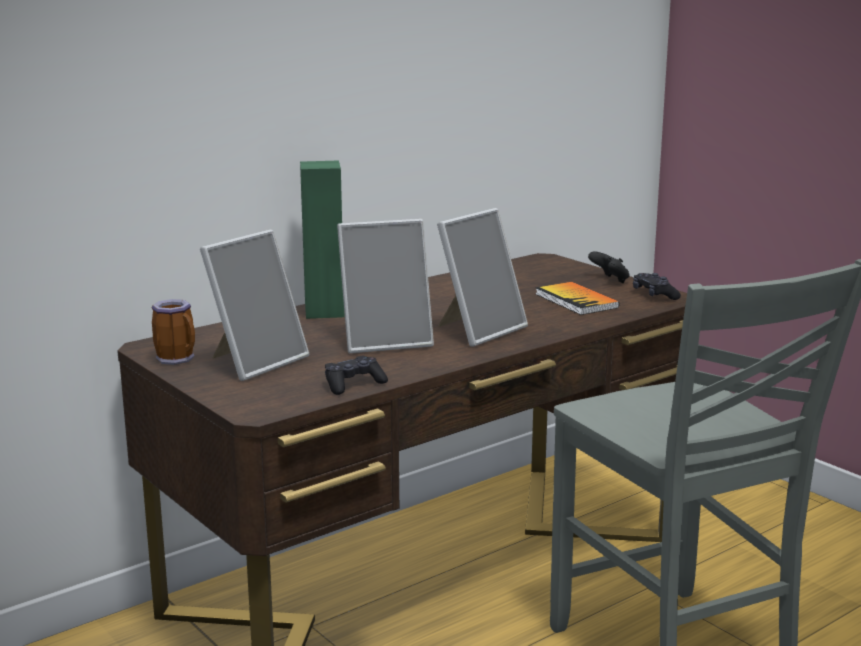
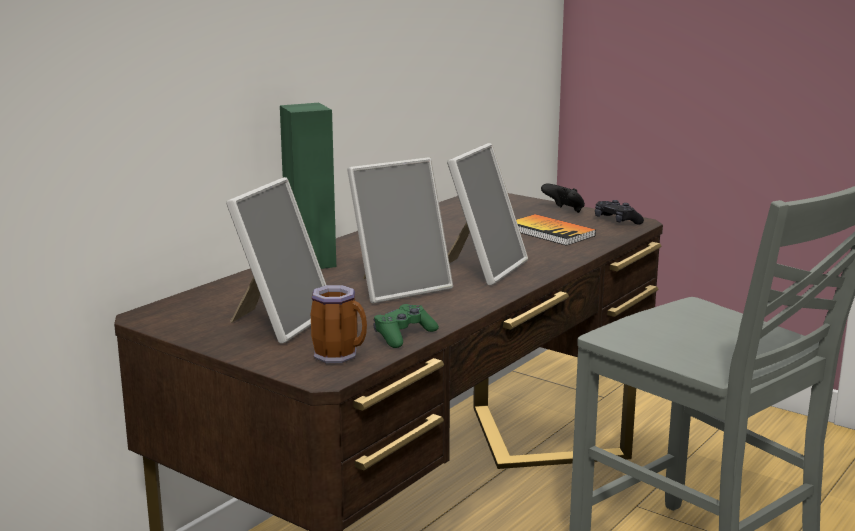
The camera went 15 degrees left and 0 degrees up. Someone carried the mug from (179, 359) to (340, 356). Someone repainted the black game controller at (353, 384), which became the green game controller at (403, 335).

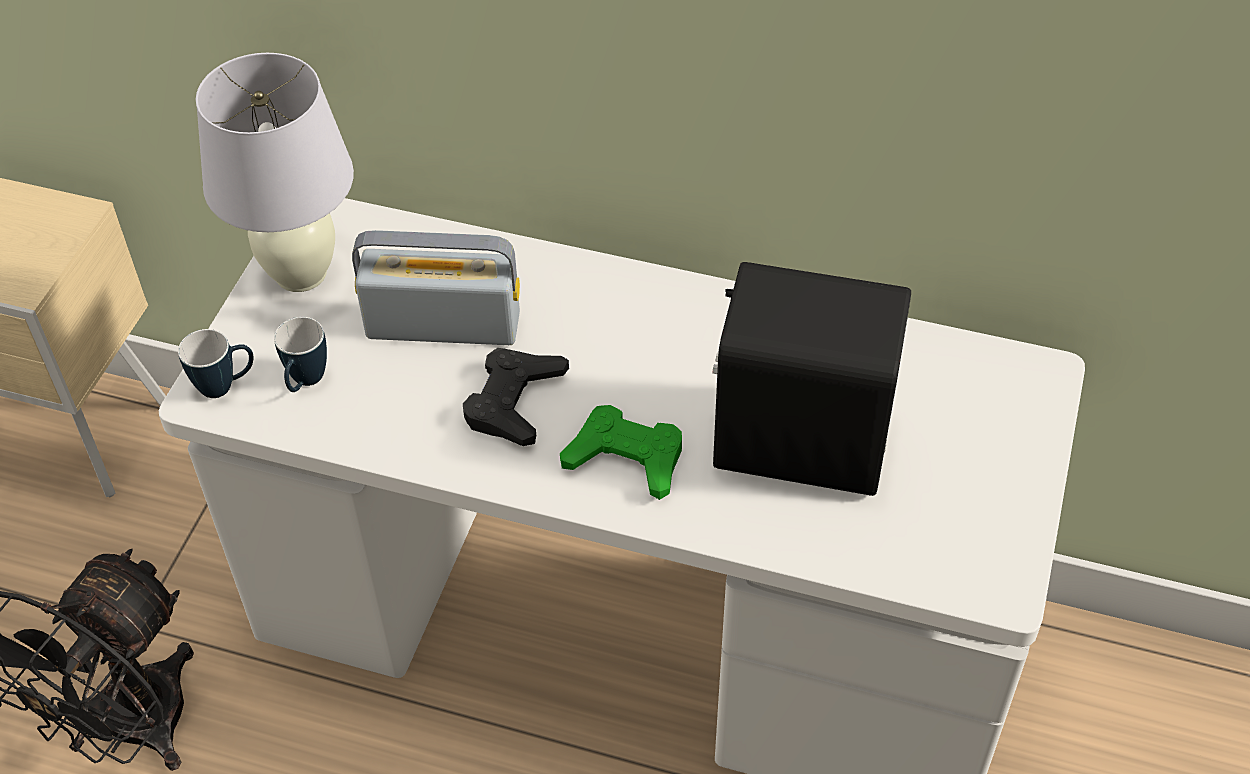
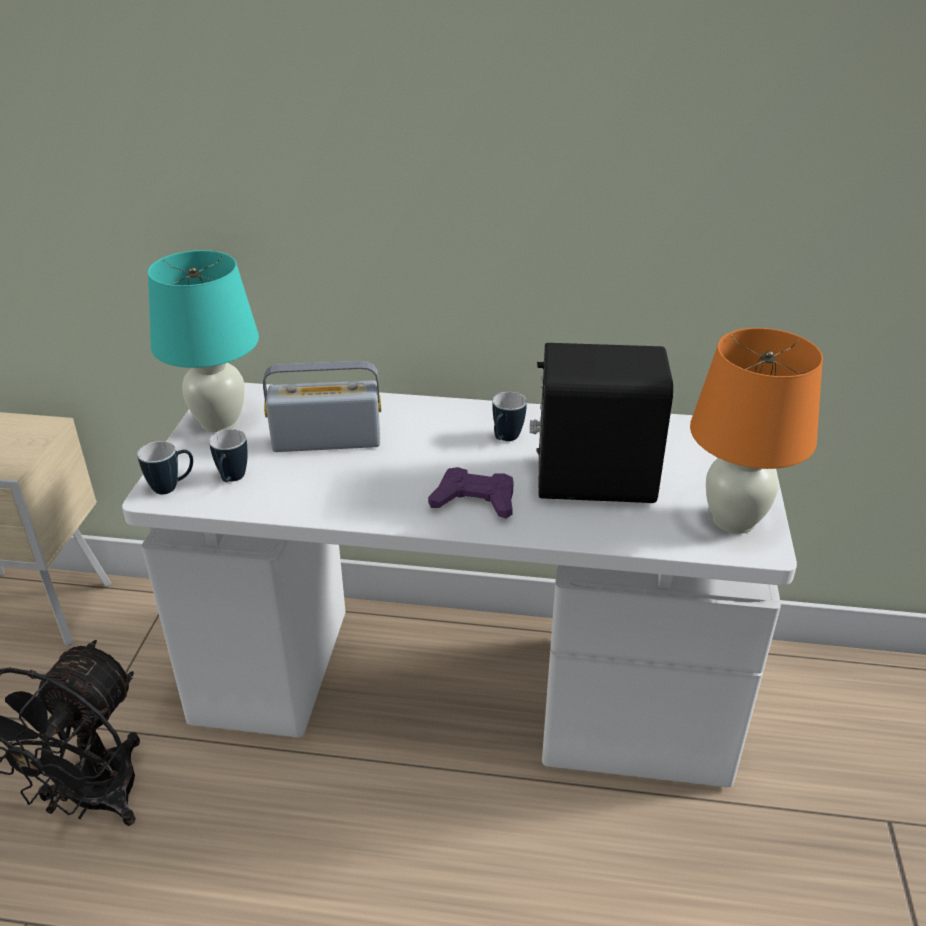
The camera went 10 degrees left and 15 degrees down. Someone repainted the white table lamp at (301, 274), which became the turquoise table lamp at (219, 423). Someone took away the black game controller at (514, 402). Someone repainted the green game controller at (626, 458), which became the purple game controller at (474, 500). Someone put down the orange table lamp at (734, 521). Someone put down the mug at (505, 439).

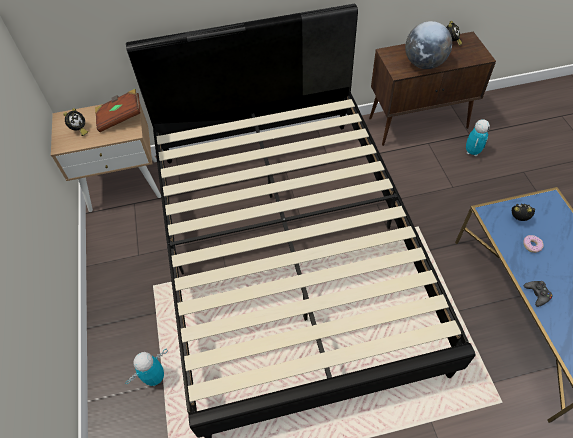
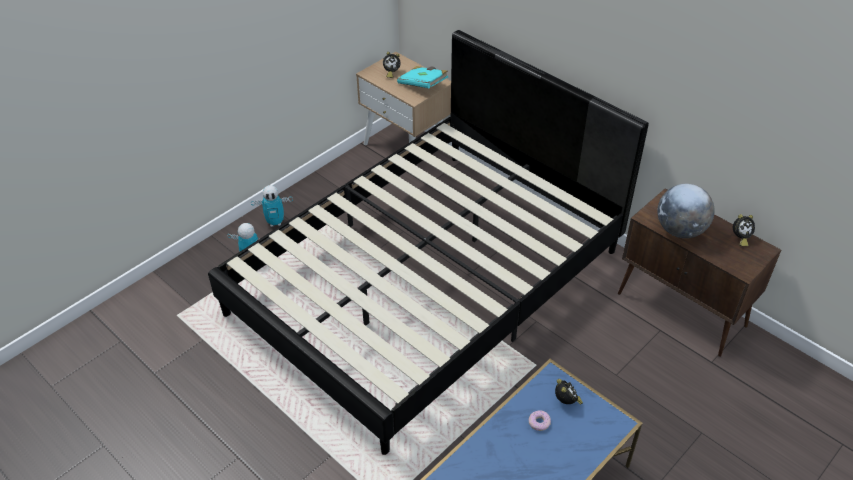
The camera went 55 degrees right and 10 degrees down. Someone repainted the brown book at (120, 117), which became the turquoise book at (423, 85). Someone carried the toy robot from (472, 152) to (275, 222). Someone took away the black game controller at (537, 294).

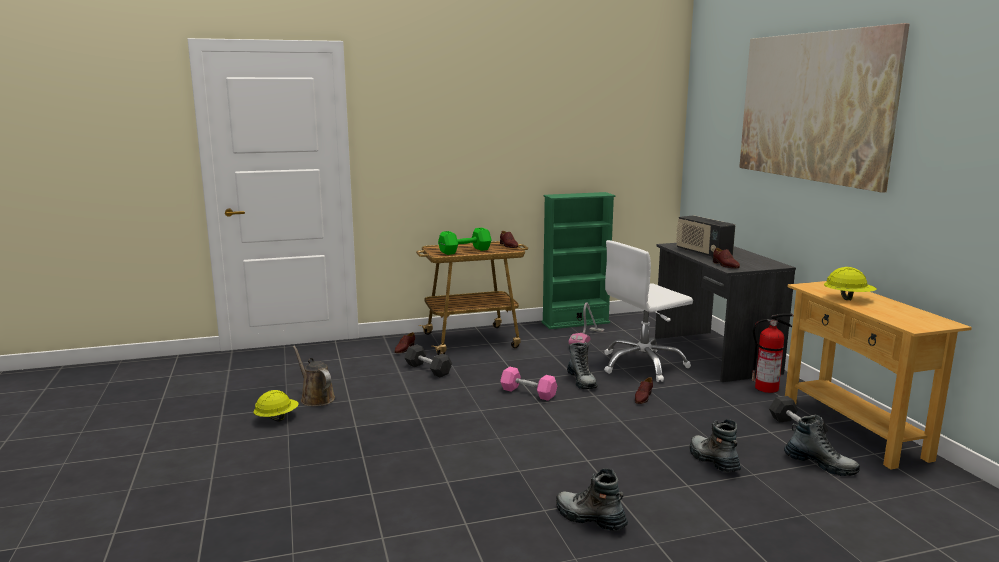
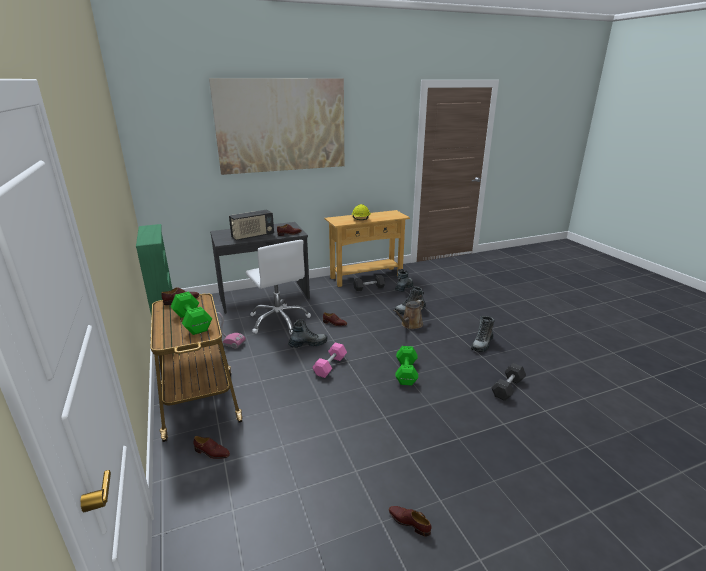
The camera went 95 degrees left and 10 degrees up. Someone took away the fire extinguisher at (767, 388). Someone carried the grey dumbbell from (428, 369) to (507, 388). Someone carried the brown watering can from (316, 398) to (410, 325). Someone swapped the yellow hard hat at (277, 418) for the brown shoe at (409, 522). Someone put down the green dumbbell at (405, 373).

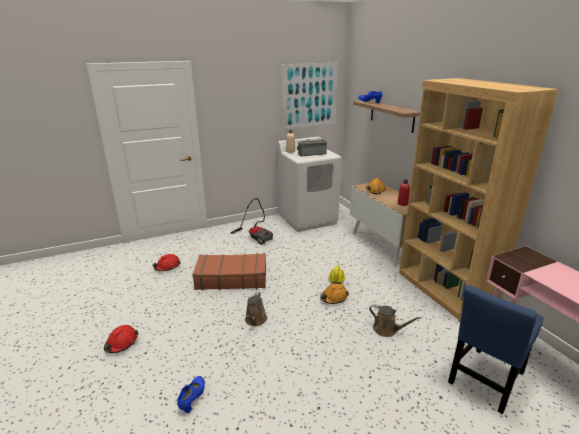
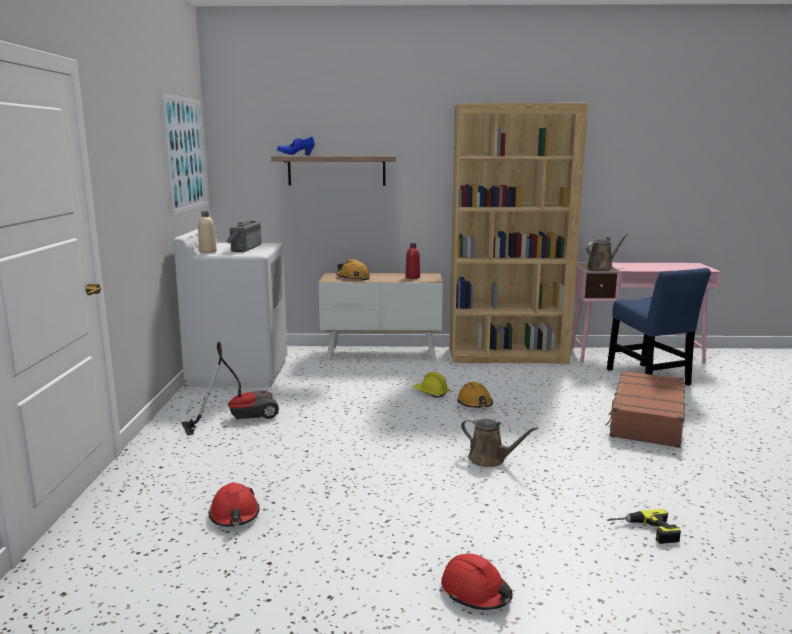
The camera went 65 degrees left and 10 degrees down. Someone carried the brown suitcase from (231, 278) to (646, 420). Someone carried the brown watering can from (387, 330) to (601, 268). Someone swapped the blue shoe at (192, 399) for the power drill at (644, 531).

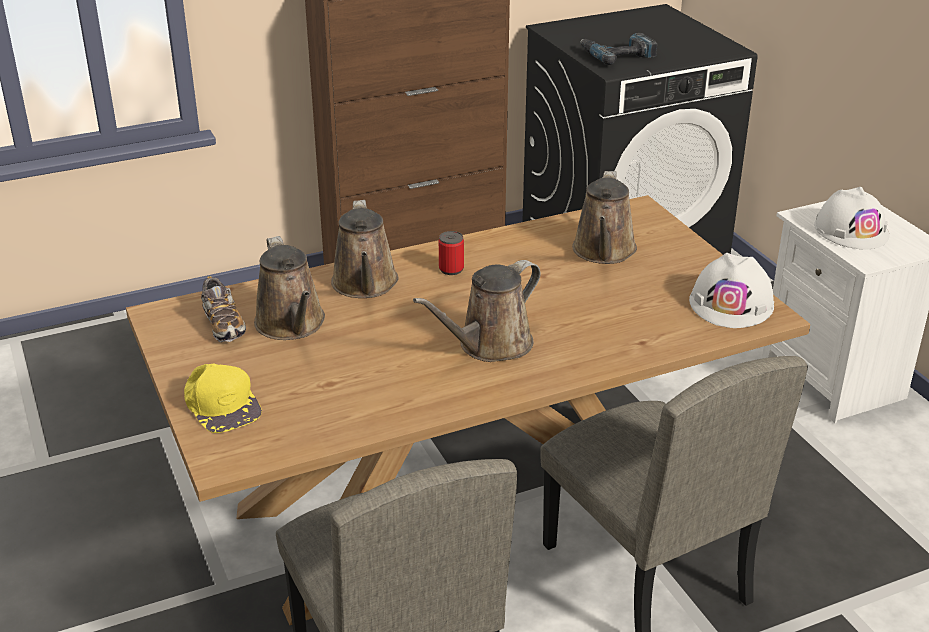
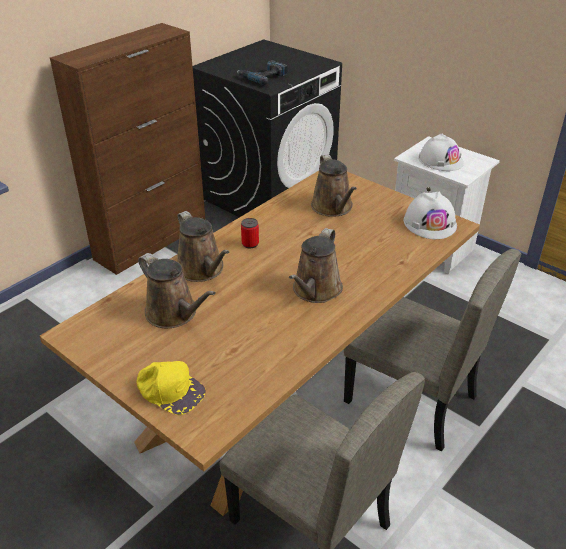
The camera went 25 degrees left and 5 degrees up. Someone took away the shoe at (223, 324).

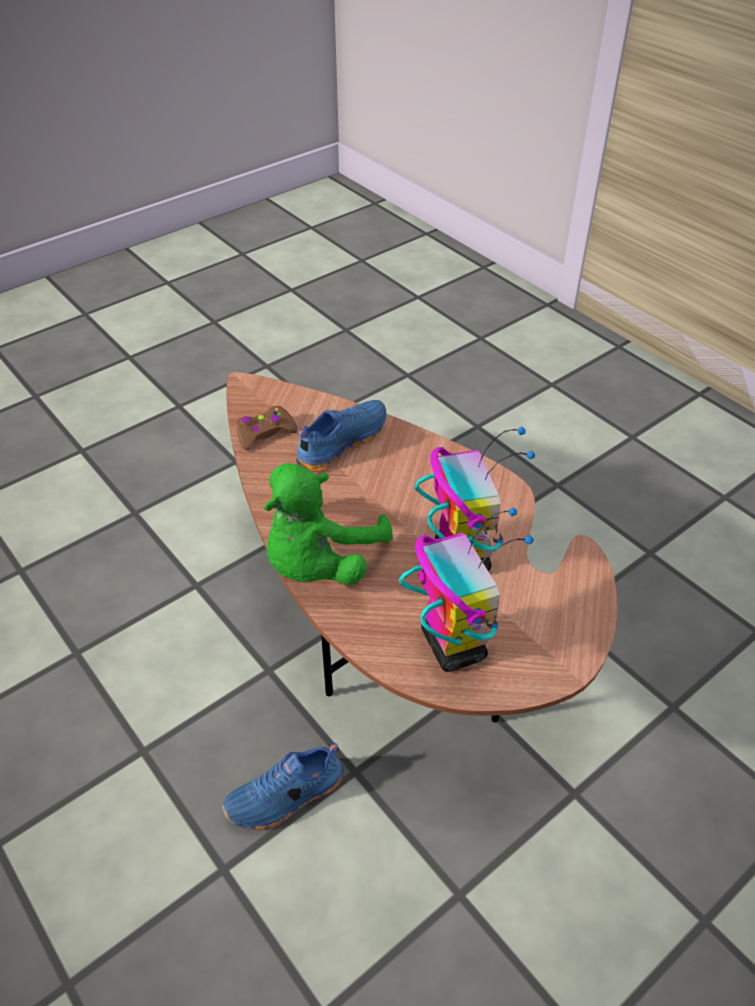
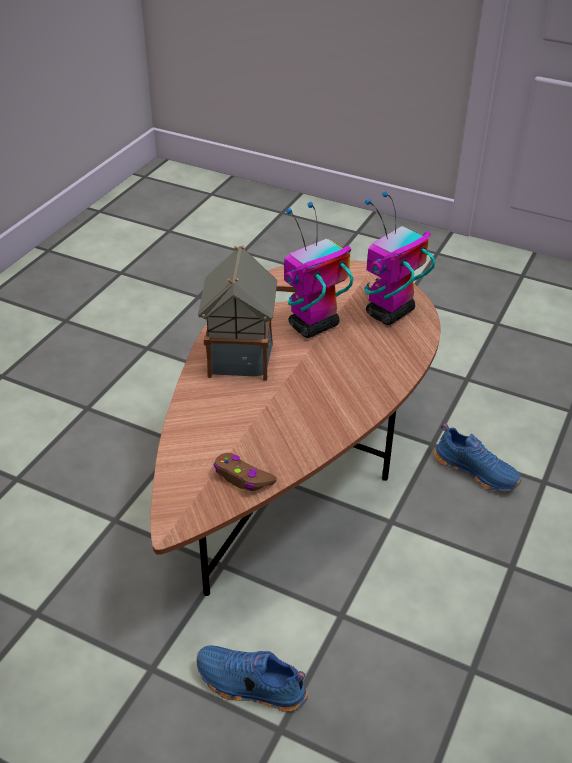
The camera went 115 degrees left and 5 degrees down. Someone carried the blue shoe from (340, 442) to (250, 686). Someone took away the green plush toy at (320, 563). Someone put down the toy house at (240, 358).

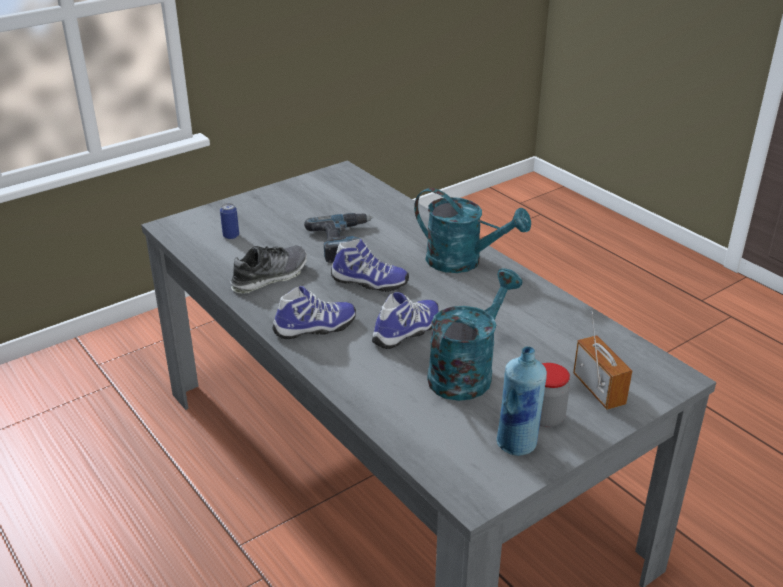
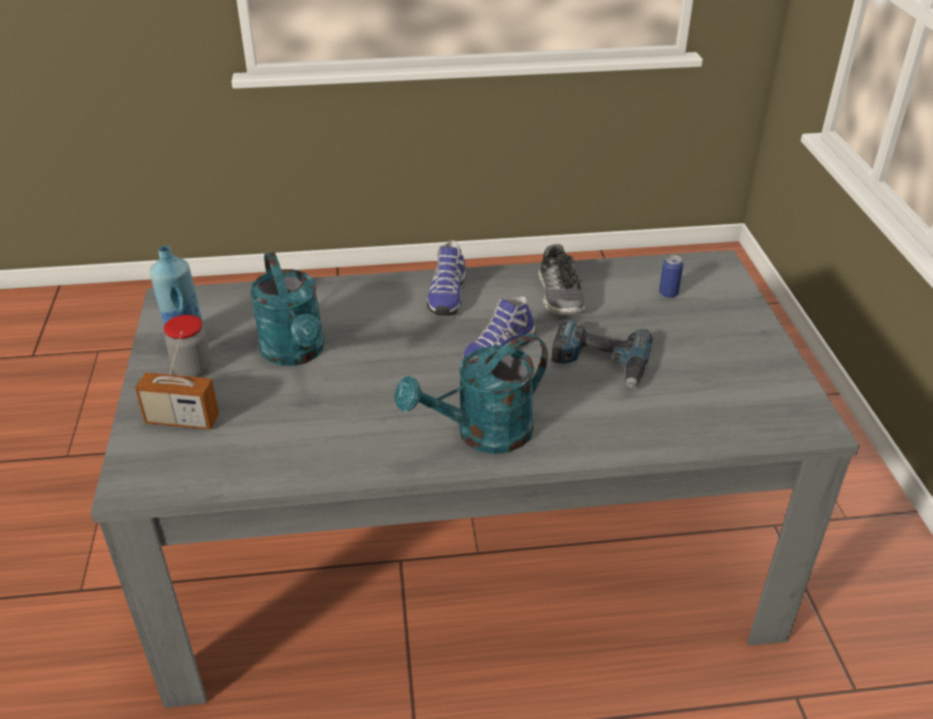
The camera went 120 degrees right and 5 degrees up. Someone took away the shoe at (408, 332).

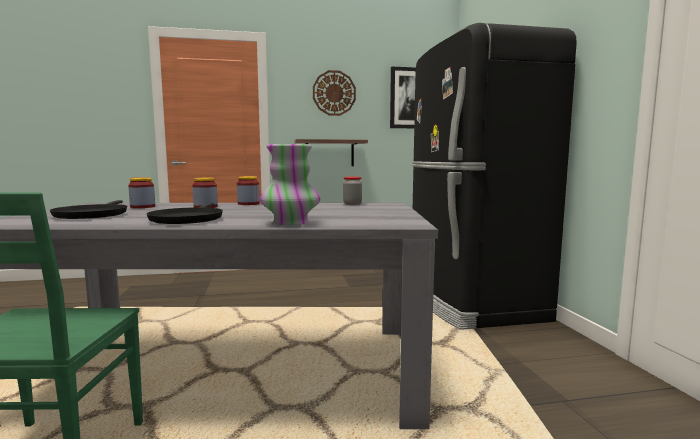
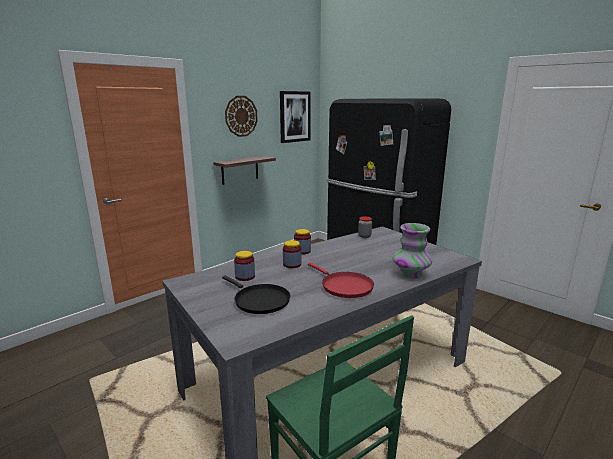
The camera went 35 degrees left and 10 degrees up. Someone repainted the black frying pan at (187, 219), which became the red frying pan at (344, 286).

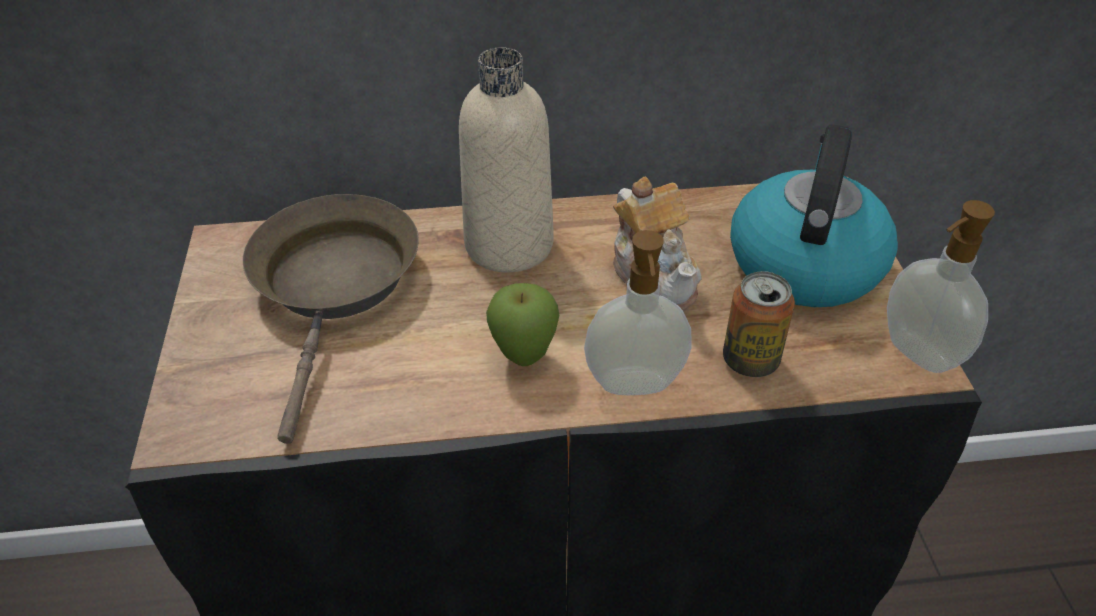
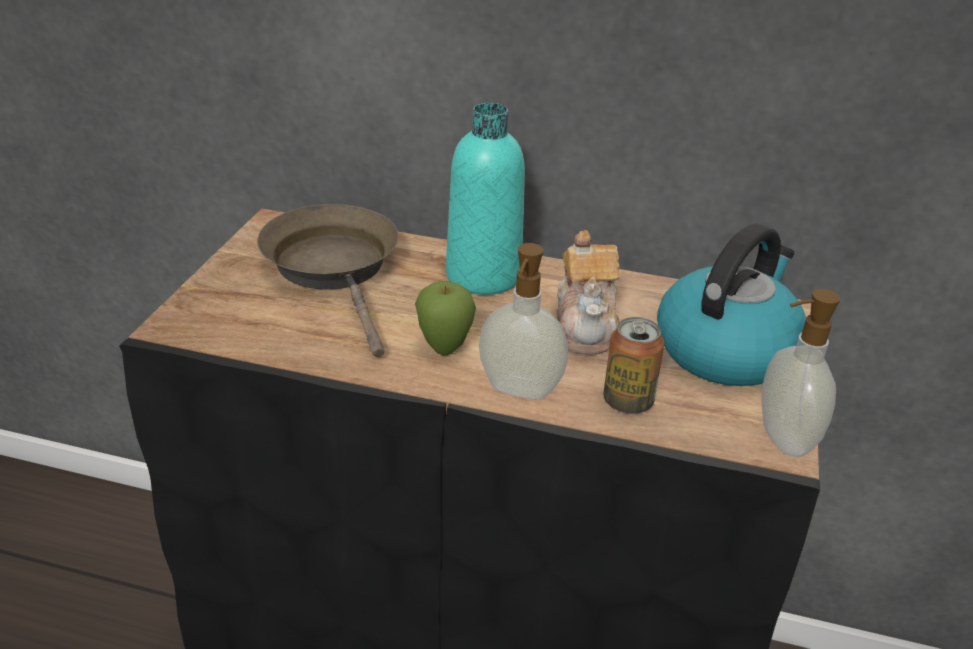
The camera went 20 degrees right and 10 degrees down. Someone repainted the beige bottle at (509, 245), which became the turquoise bottle at (483, 276). Someone rotated the brown frying pan at (336, 287) by 45 degrees counterclockwise.

